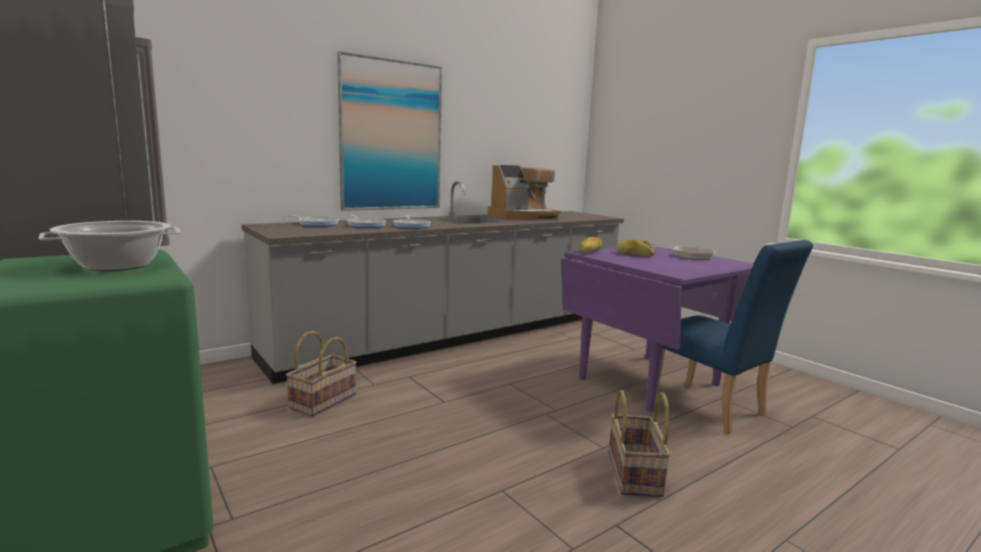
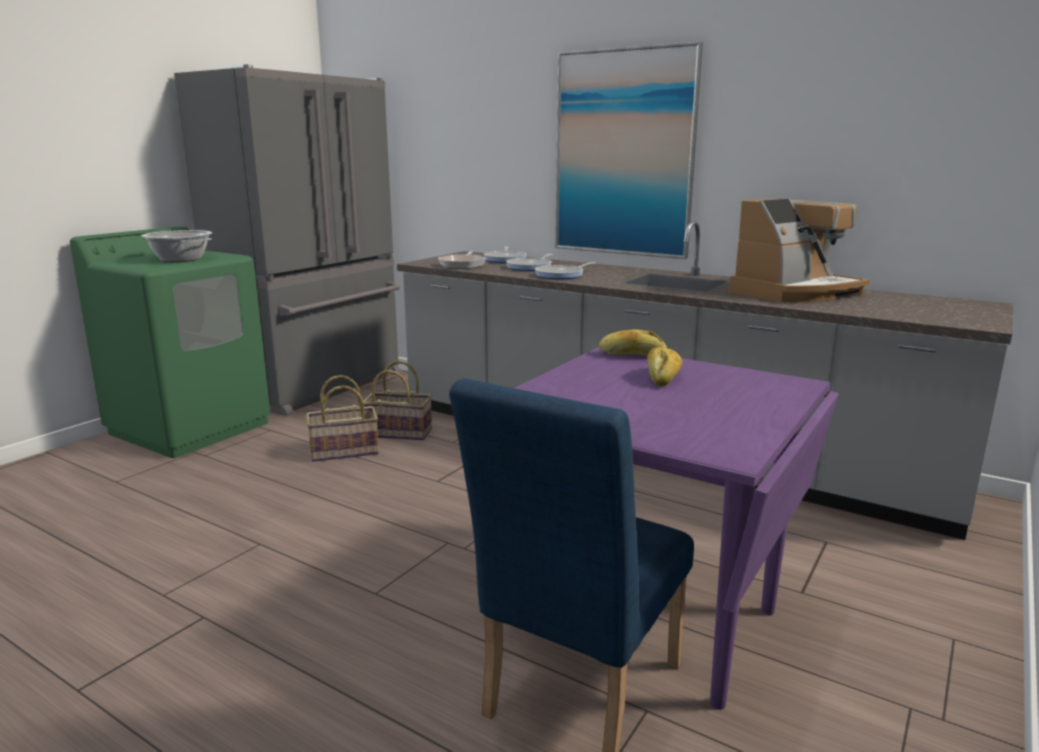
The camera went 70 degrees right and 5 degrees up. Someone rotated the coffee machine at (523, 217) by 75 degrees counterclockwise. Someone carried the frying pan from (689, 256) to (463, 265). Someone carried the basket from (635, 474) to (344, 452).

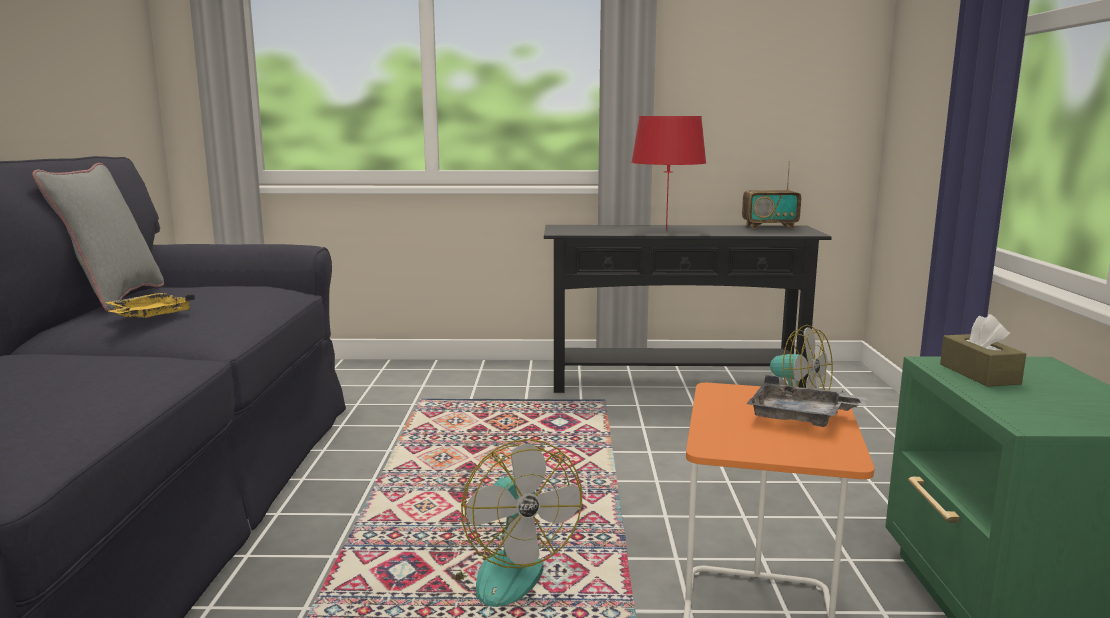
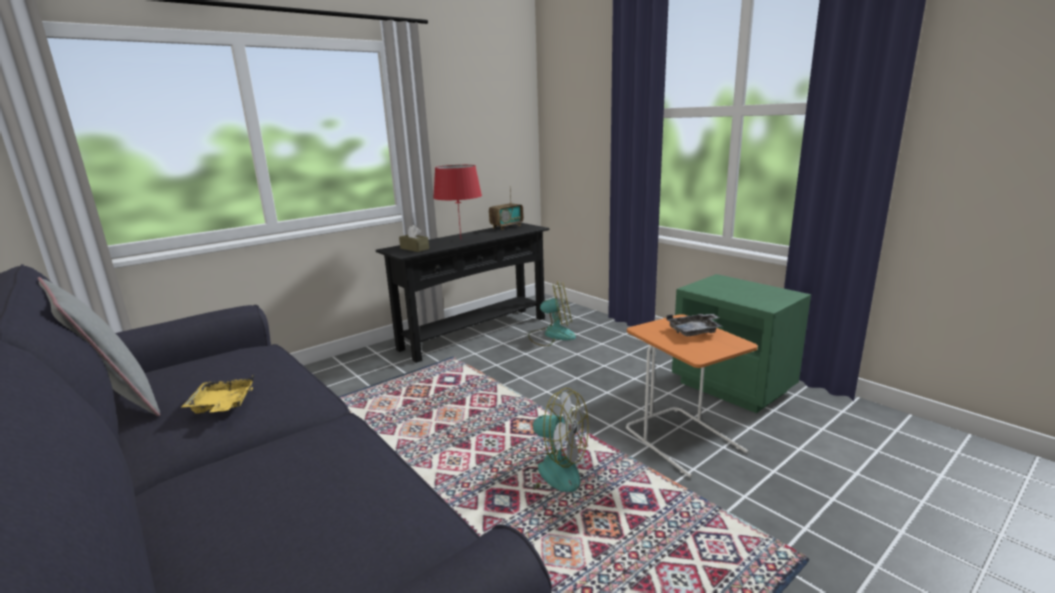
The camera went 40 degrees left and 5 degrees up. Someone carried the brown tissue box from (979, 374) to (414, 248).

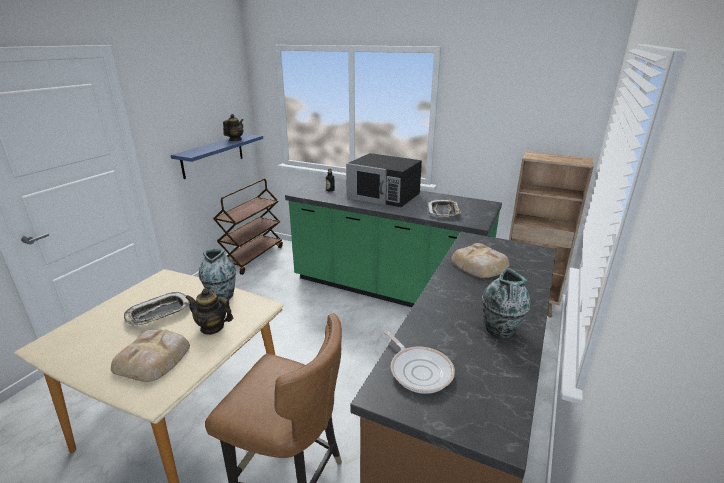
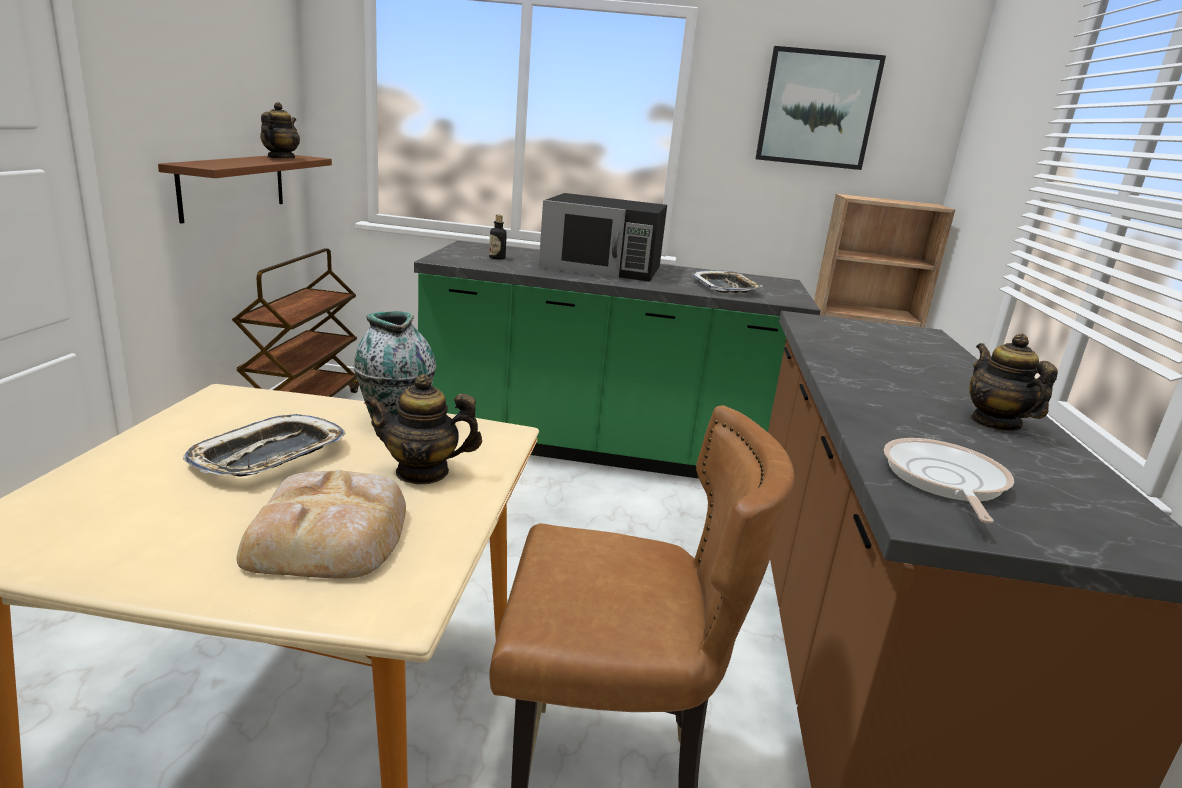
The camera went 20 degrees left and 5 degrees down. Someone repainted the blue shelf at (213, 155), which became the brown shelf at (233, 185). Someone took away the bread at (480, 265). Someone swapped the vase at (500, 330) for the teapot at (994, 423). Someone rotated the frying pan at (419, 370) by 120 degrees counterclockwise. Someone put up the picture at (817, 109).

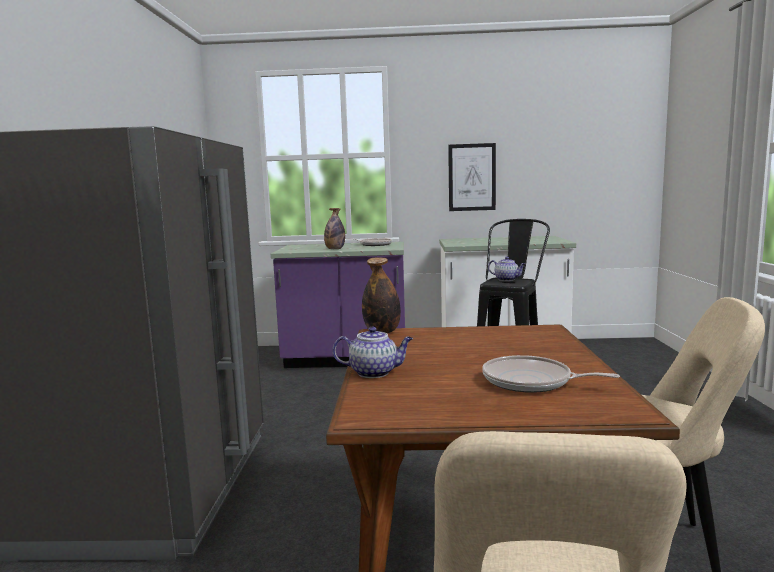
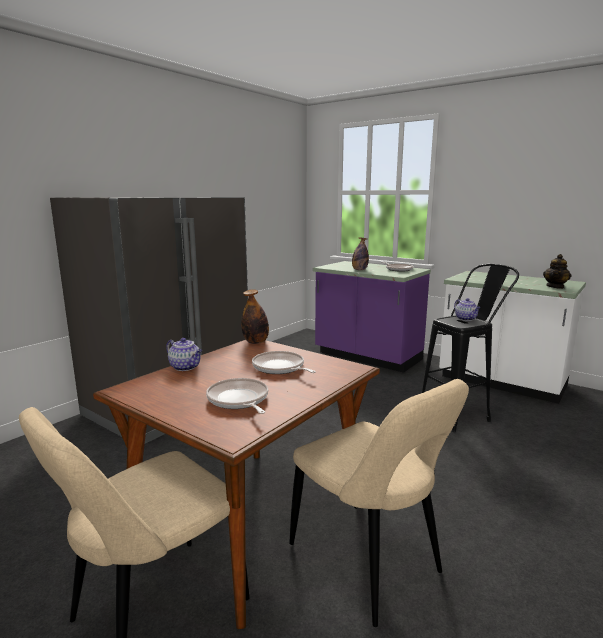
The camera went 35 degrees right and 5 degrees up. Someone took away the picture at (472, 177). Someone put down the teapot at (555, 287). Someone put down the frying pan at (280, 368).

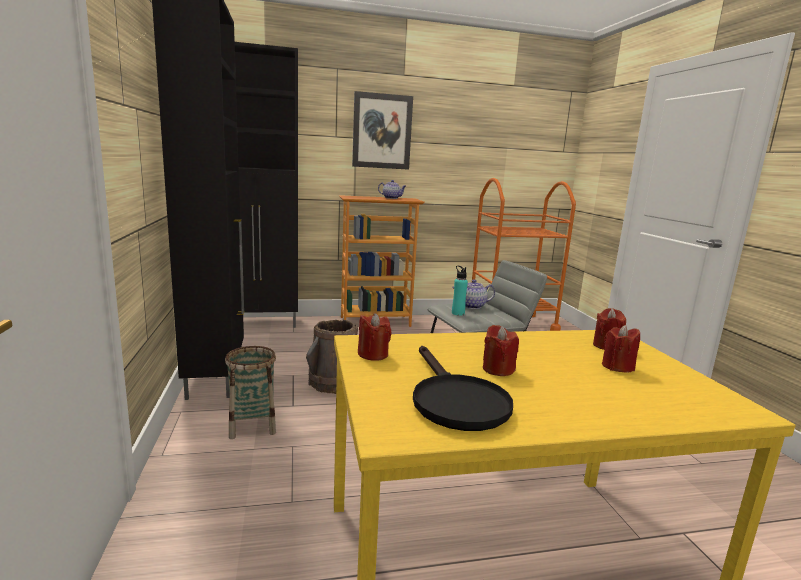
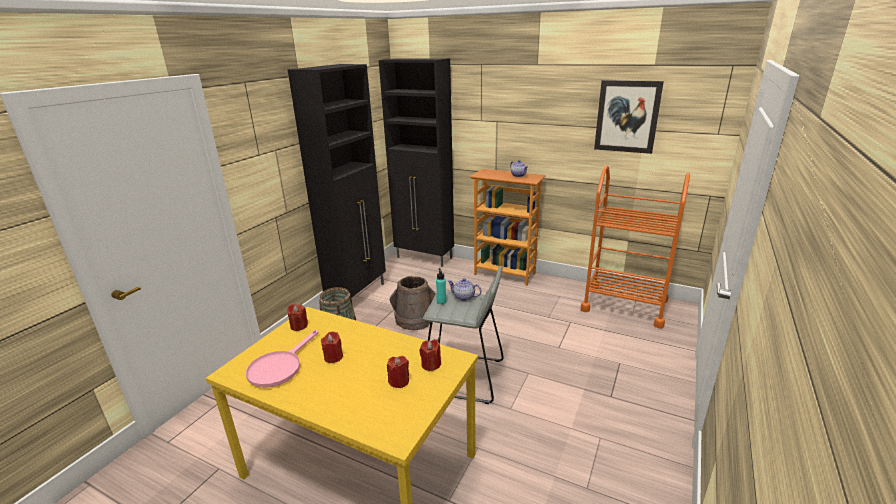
The camera went 40 degrees right and 10 degrees up. Someone carried the picture from (382, 131) to (627, 116). Someone repainted the black frying pan at (454, 400), which became the pink frying pan at (280, 367).

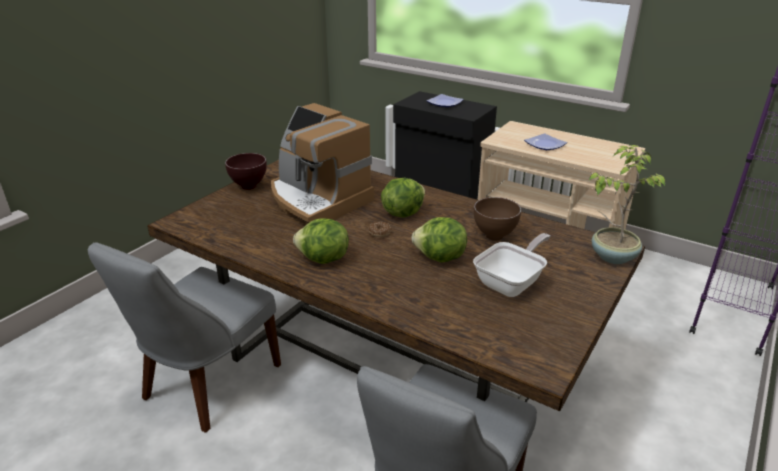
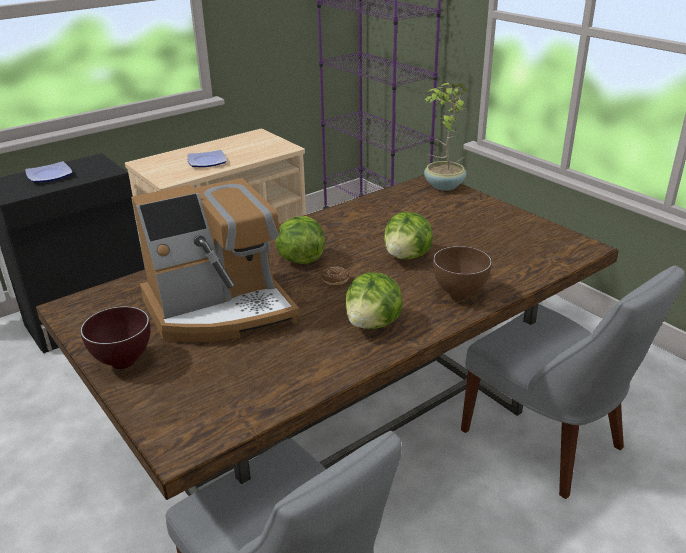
The camera went 70 degrees left and 0 degrees up. Someone carried the brown bowl from (493, 237) to (458, 296). Someone took away the frying pan at (512, 283).

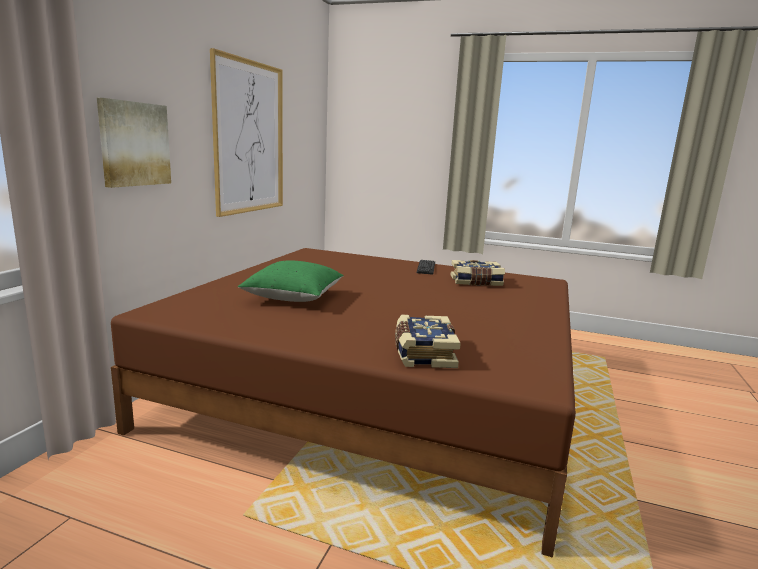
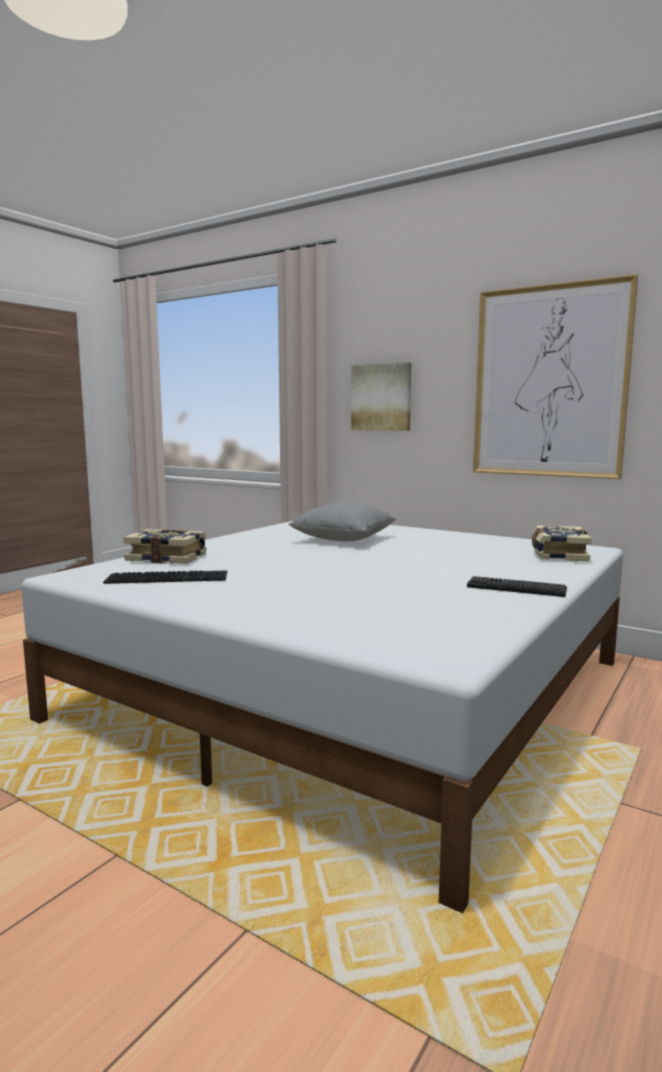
The camera went 105 degrees right and 5 degrees down. Someone repainted the brown bed at (378, 391), which became the white bed at (353, 689). Someone repainted the green pillow at (293, 297), which became the grey pillow at (343, 539). Someone carried the book from (476, 282) to (557, 555). Someone put down the keyboard at (169, 577).

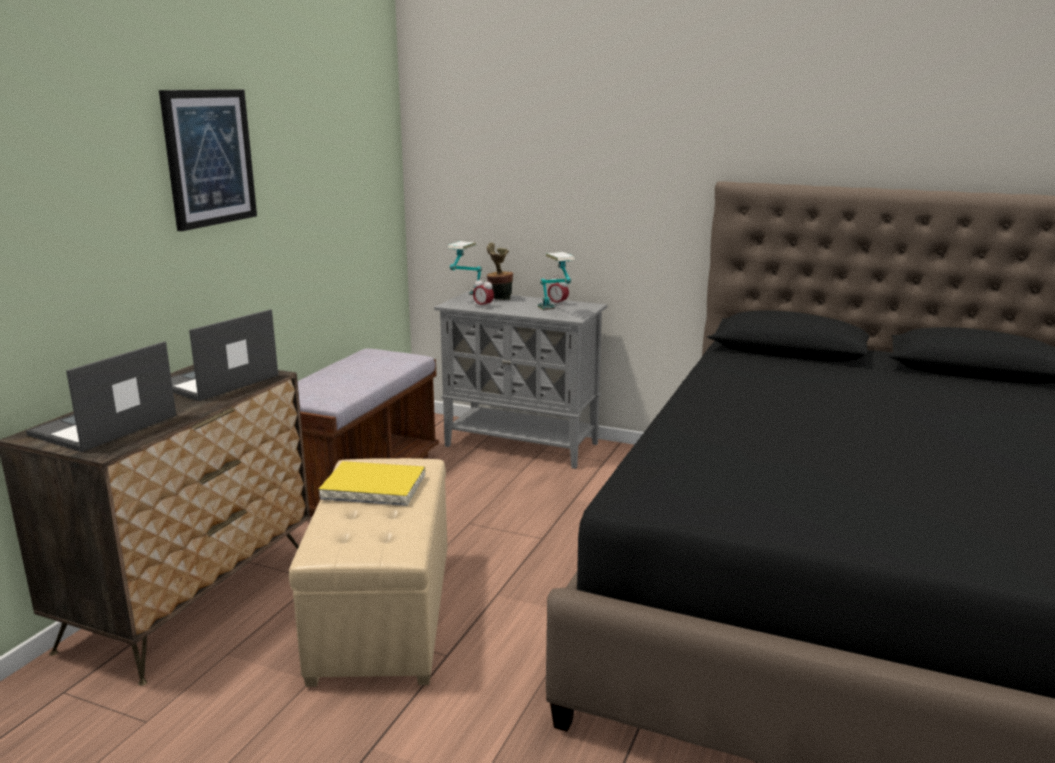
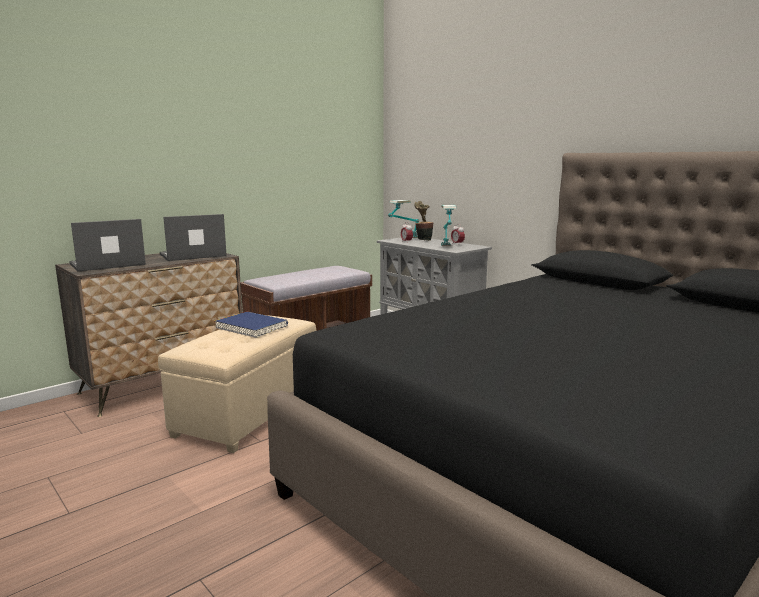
The camera went 25 degrees right and 5 degrees down. Someone took away the picture at (209, 158). Someone repainted the yellow book at (374, 488), which became the blue book at (251, 327).

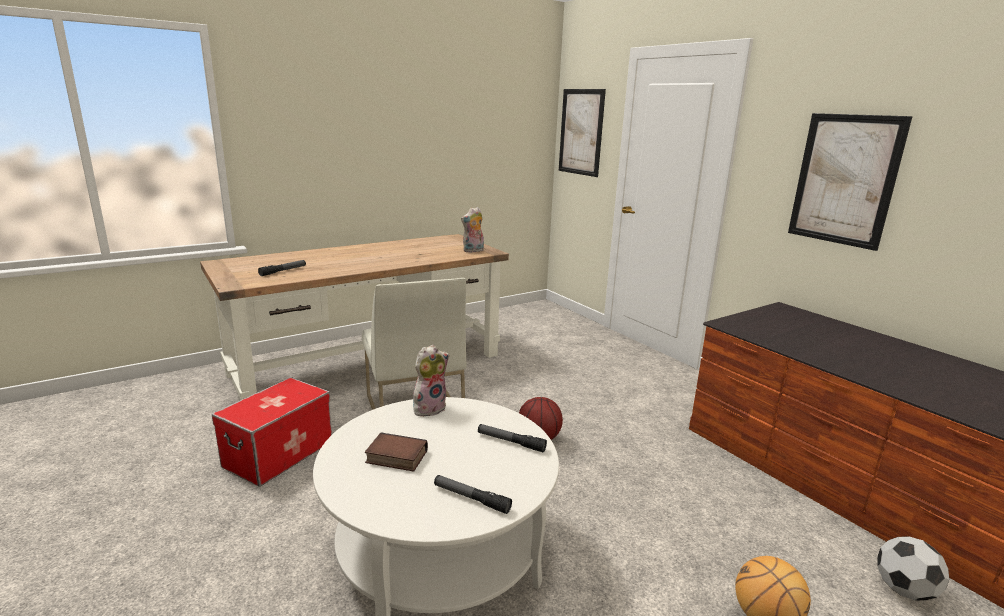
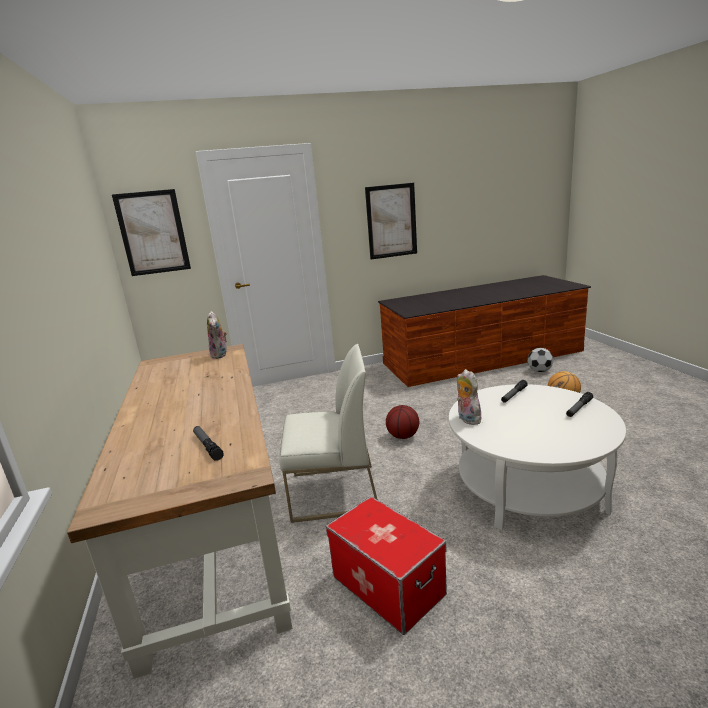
The camera went 70 degrees left and 0 degrees up. Someone took away the book at (395, 457).

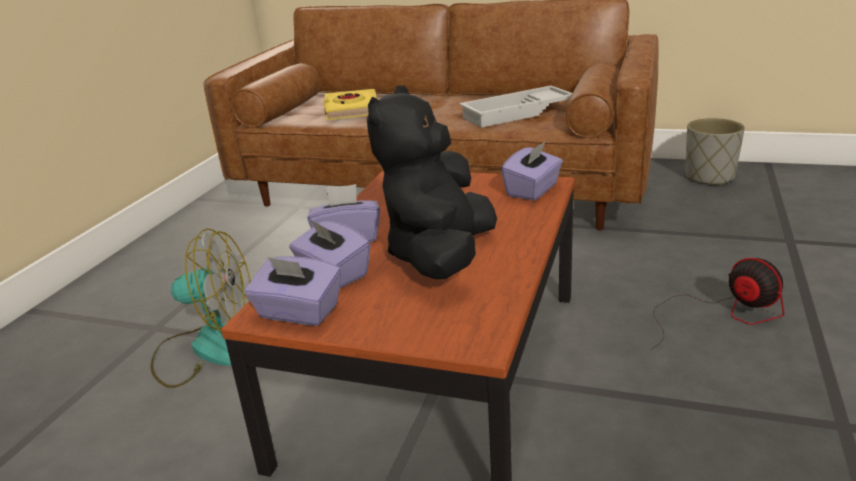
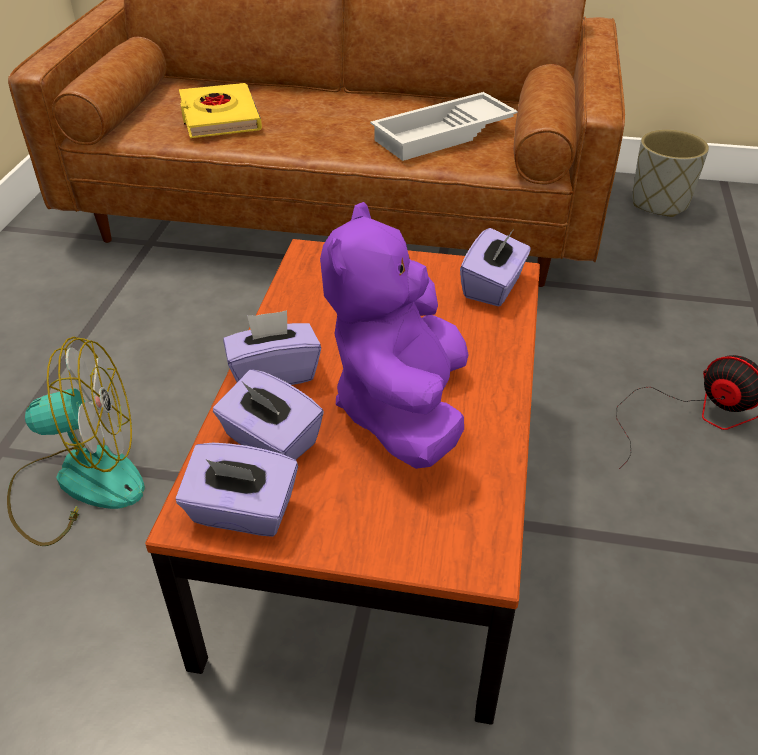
The camera went 10 degrees left and 15 degrees up. Someone repainted the black plush toy at (440, 257), which became the purple plush toy at (402, 408).

